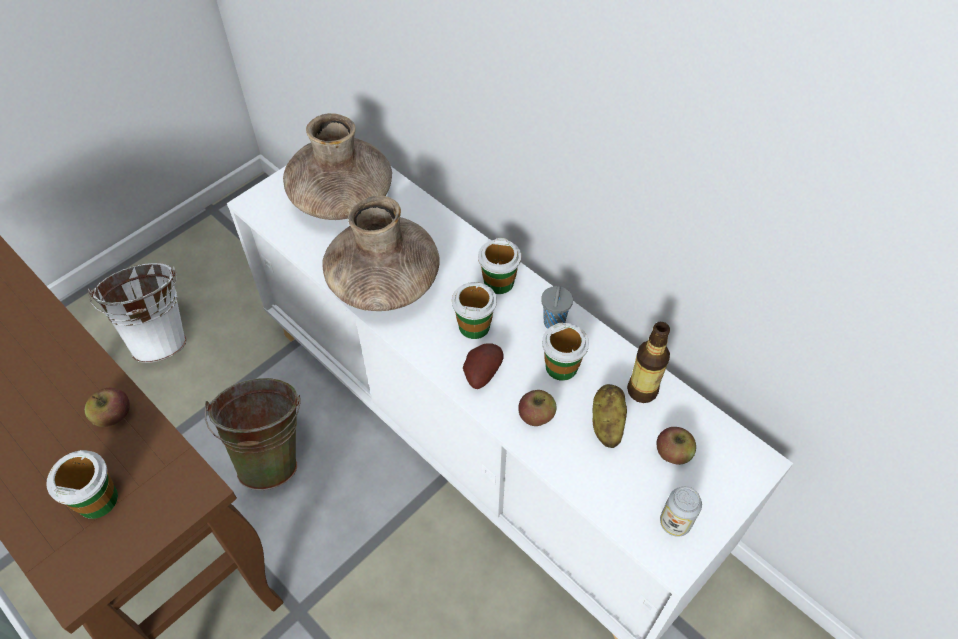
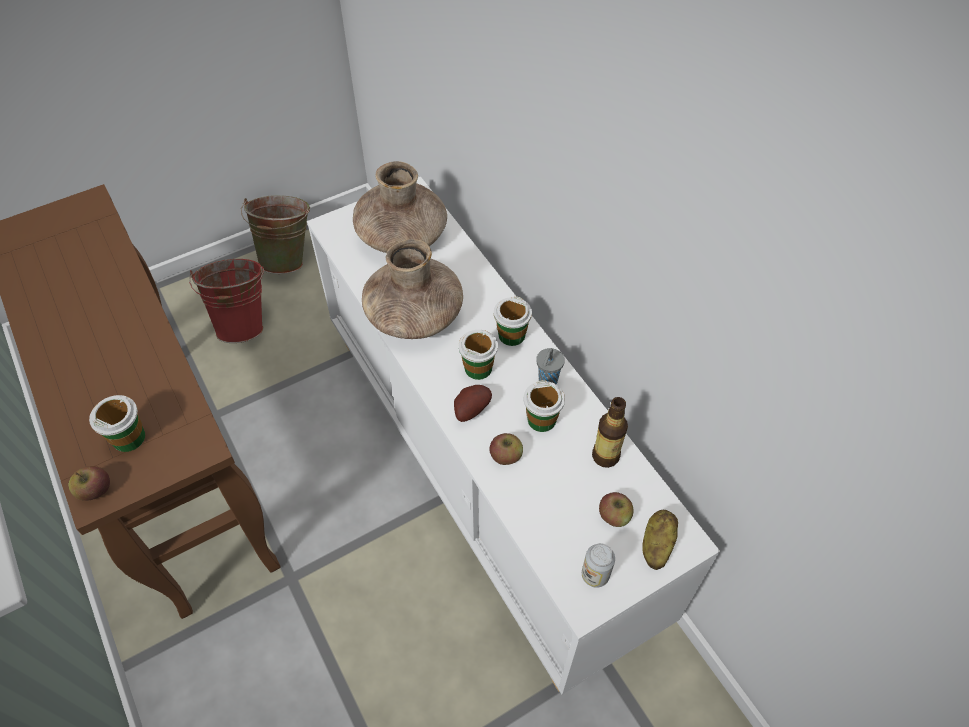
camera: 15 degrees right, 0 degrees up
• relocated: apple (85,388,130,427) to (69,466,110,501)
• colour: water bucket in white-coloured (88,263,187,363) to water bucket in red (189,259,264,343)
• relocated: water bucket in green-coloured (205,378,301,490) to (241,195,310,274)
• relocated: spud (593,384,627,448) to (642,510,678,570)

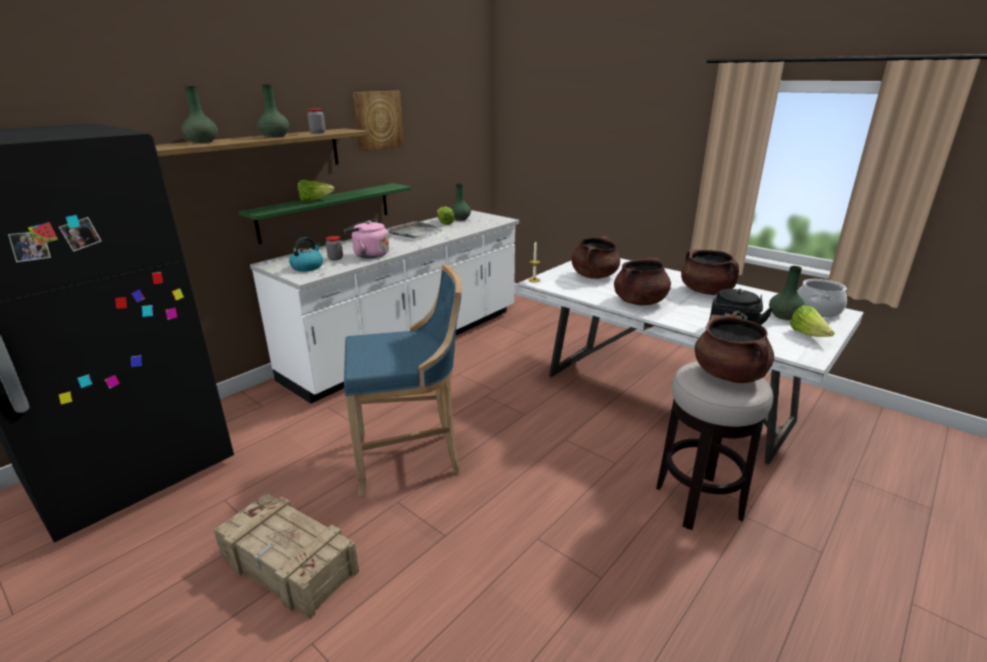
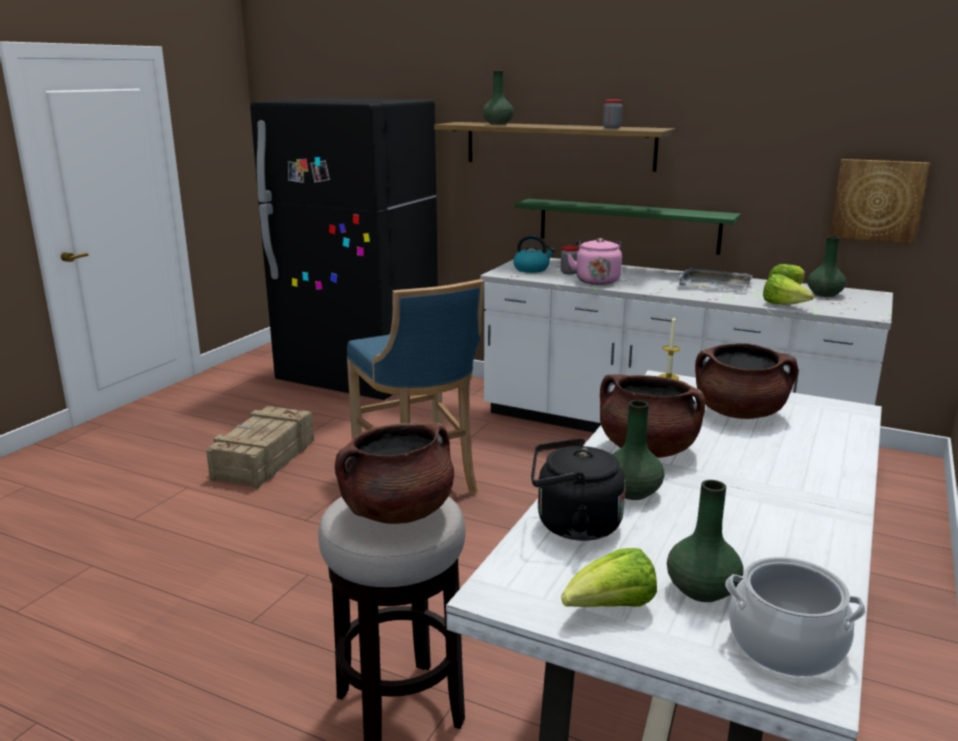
camera: 75 degrees right, 5 degrees down
• relocated: flower vase in green-coloured (257,84,289,137) to (612,400,664,500)
• relocated: lettuce (297,179,334,202) to (763,274,814,305)
• relocated: wall picture (353,91,404,151) to (830,159,930,244)
• missing: saucepot in brown (681,250,739,295)

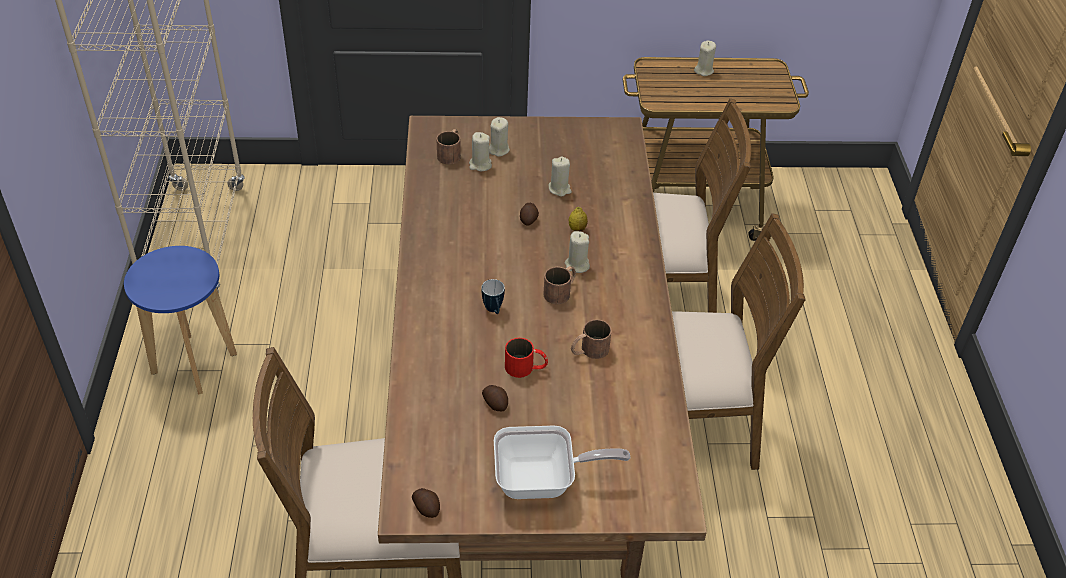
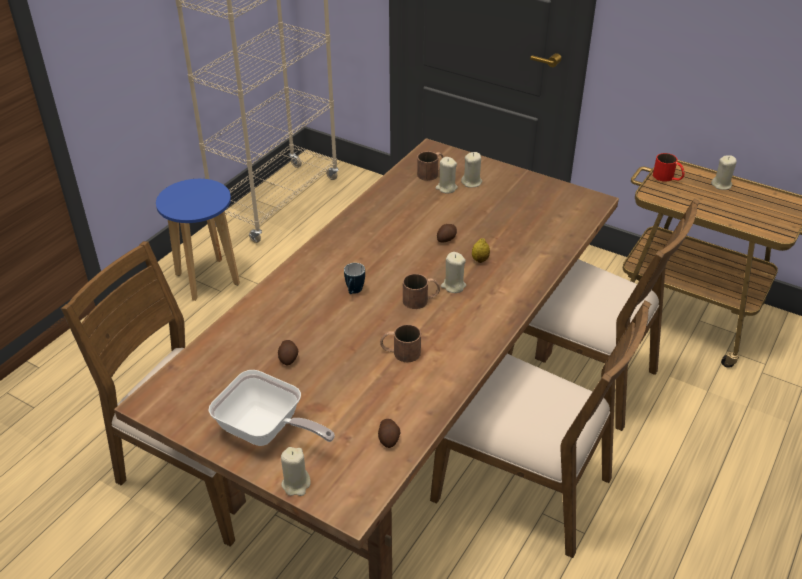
camera: 35 degrees right, 5 degrees down
• relocated: wax light in beige-coloured (549,156,572,197) to (281,447,311,496)
• relocated: spud (412,488,440,518) to (378,419,400,448)
• relocated: tea mug in red (505,338,548,378) to (653,153,685,182)

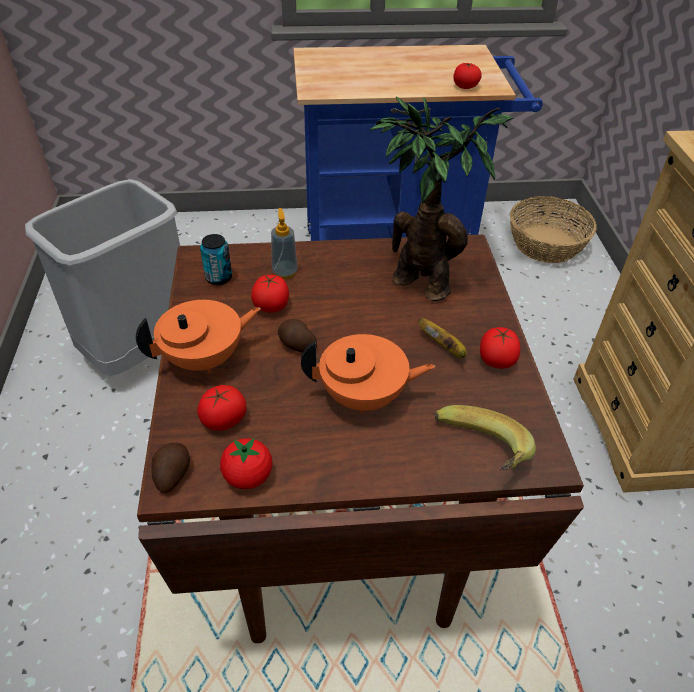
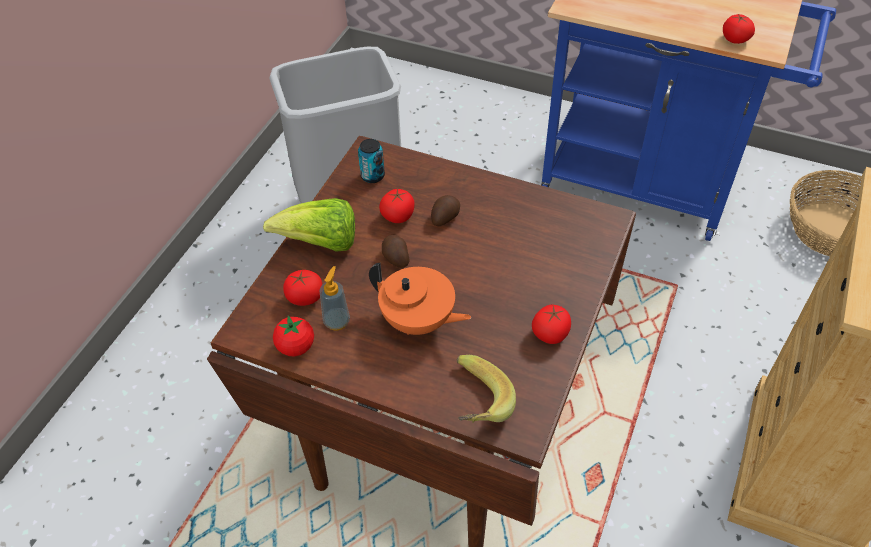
camera: 30 degrees right, 5 degrees up
• exchanged: pot for tea in orange (136,300,261,374) to lettuce (263,198,355,252)
• relocated: soap dispenser (271,208,298,279) to (320,266,350,331)
• relocated: spud (151,443,190,493) to (431,195,460,226)
• missing: plant in a pot (370,96,513,301)
• missing: banana fruit (418,318,467,358)

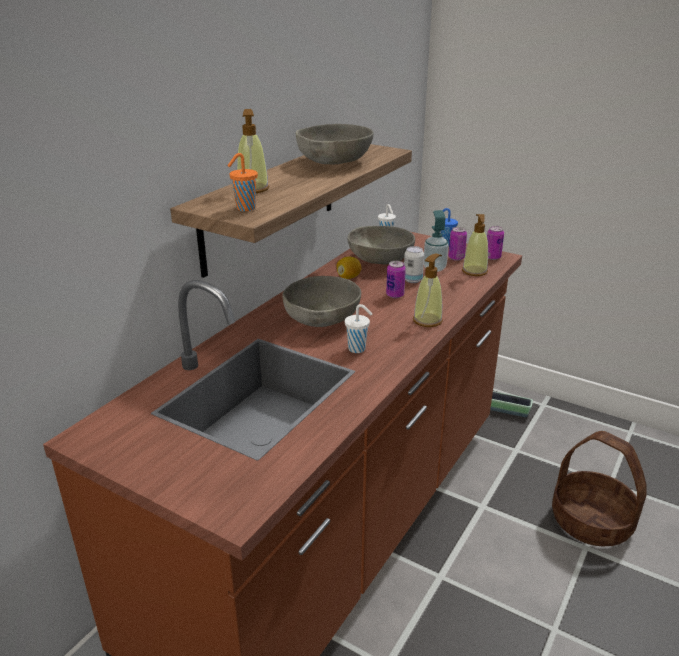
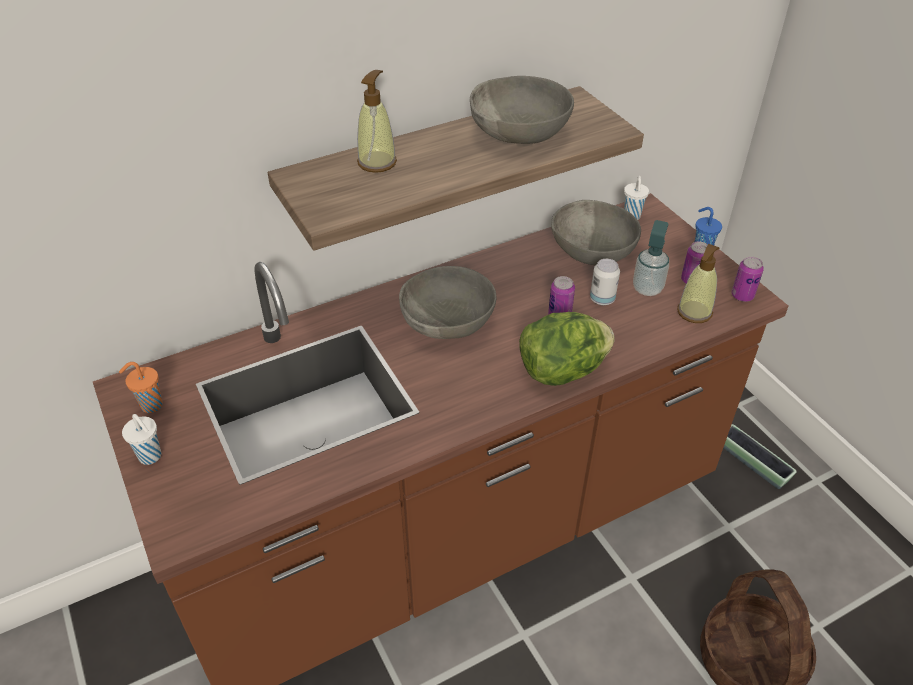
camera: 30 degrees right, 15 degrees up
• relocated: small cup in orange (228,153,258,211) to (119,362,163,413)
• relocated: small cup in white-coloured (345,304,372,353) to (122,414,161,465)
• exchanged: soap dispenser (413,254,443,327) to lettuce (519,312,615,386)
• missing: whole lemon (336,257,361,279)

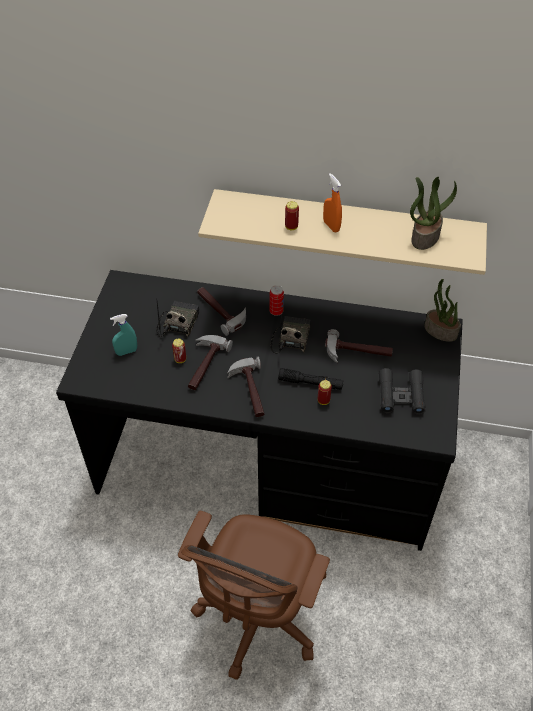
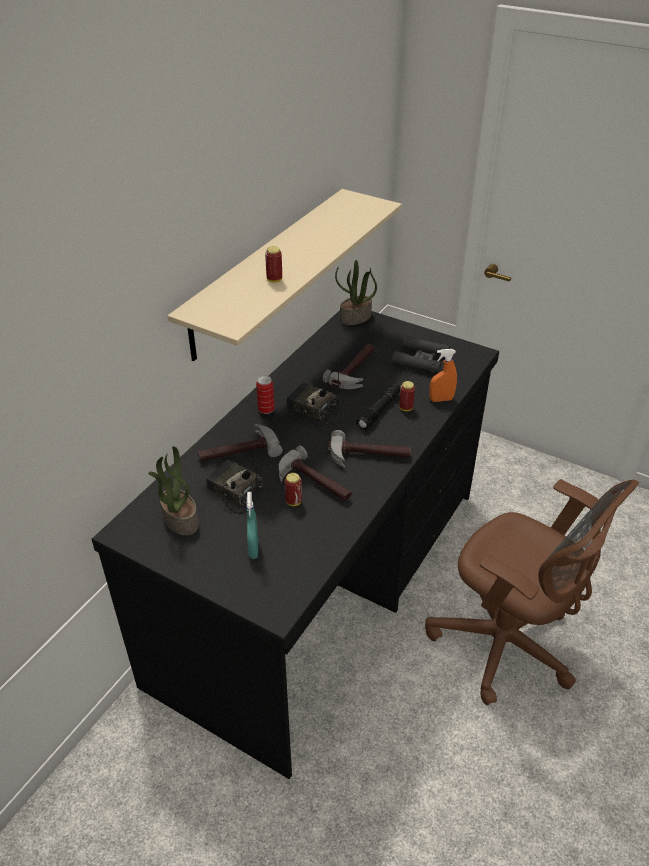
camera: 70 degrees left, 10 degrees down
• relocated: plant in a pot (410,177,457,250) to (148,446,199,536)
• relocated: spray bottle in orange (323,173,342,232) to (429,349,457,402)

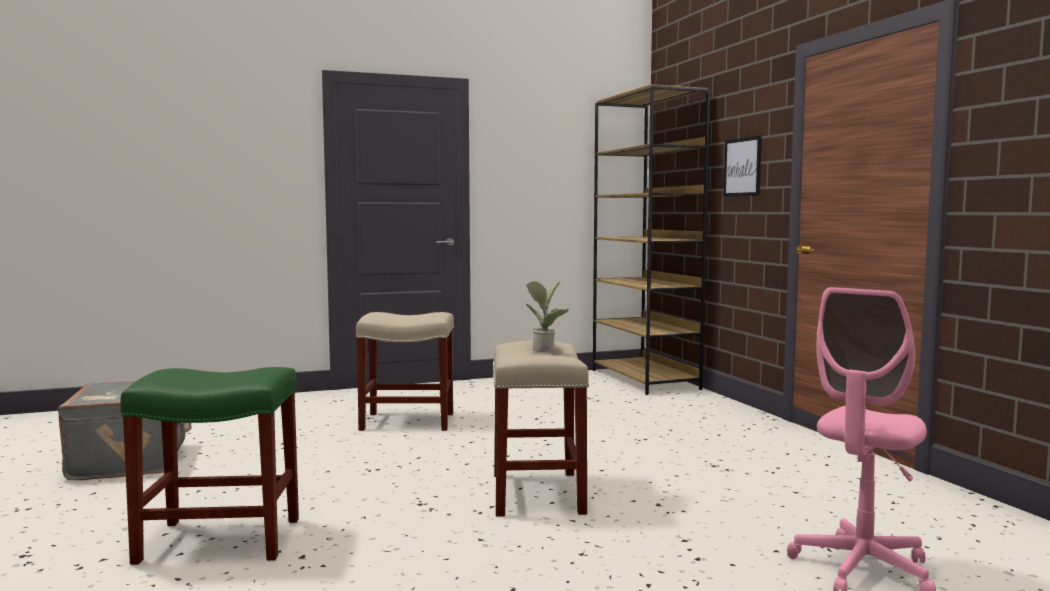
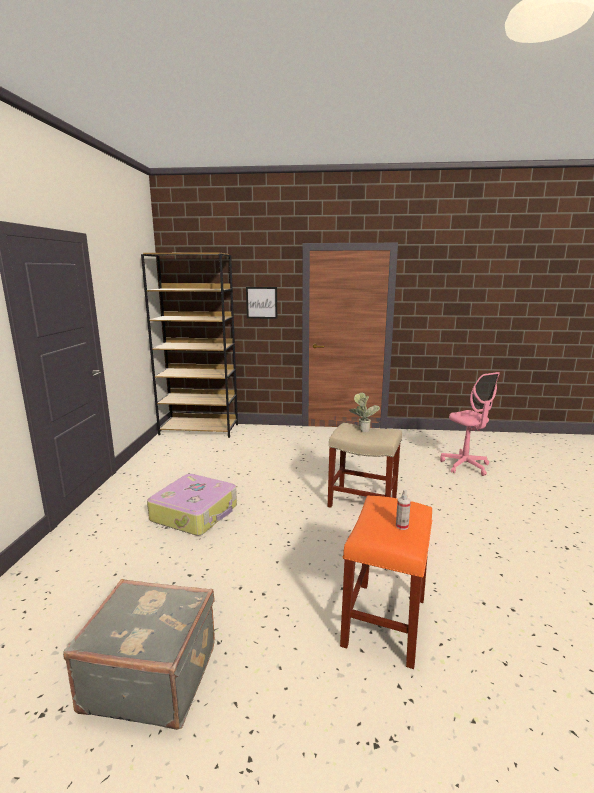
camera: 65 degrees left, 10 degrees up
• exchanged: stool in beige-coloured (356,312,454,431) to piece of luggage (147,474,237,536)
• colour: stool in green-coloured (120,367,299,565) to stool in orange (340,496,432,669)
• appeared: spray bottle (396,489,411,530)

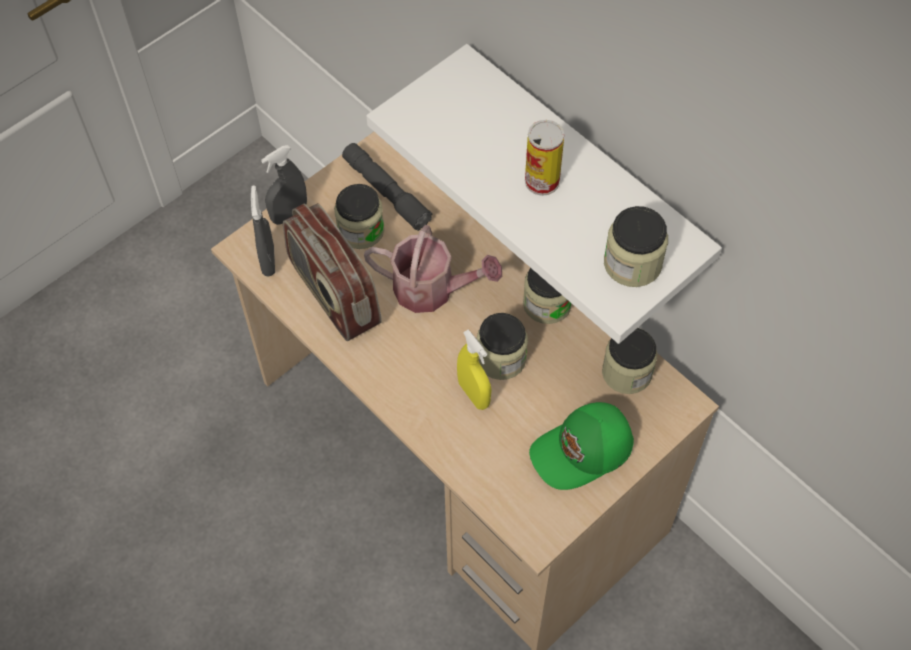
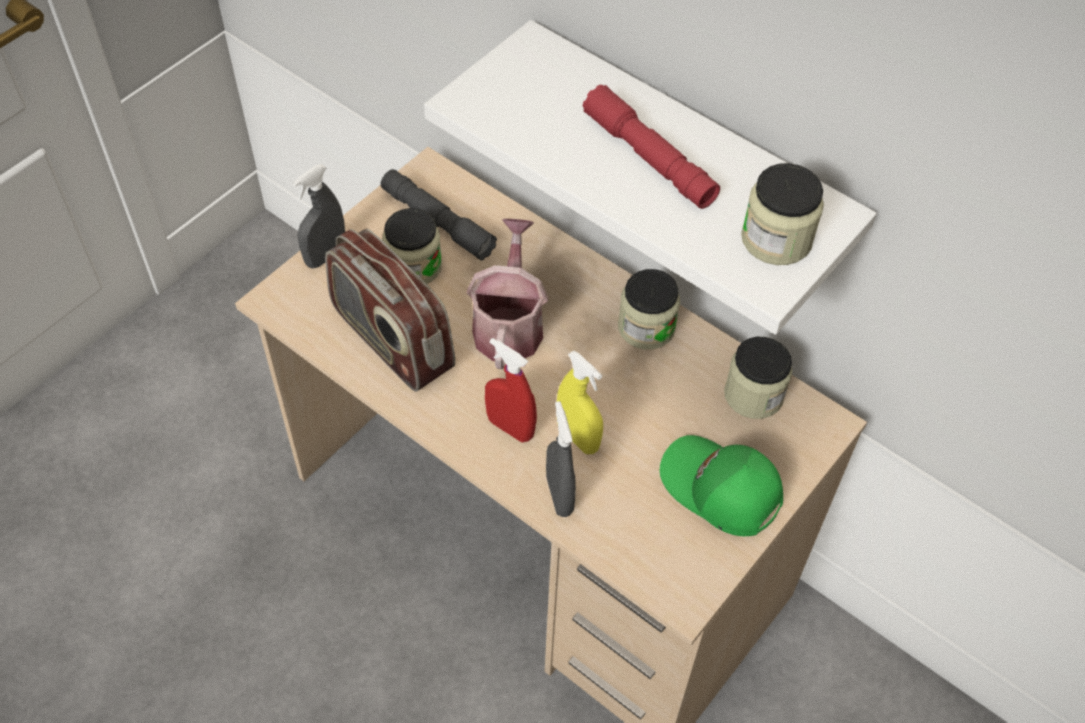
camera: 10 degrees left, 5 degrees down
• spun: sprinkling can (364,225,502,313) = (467,219,548,369) 90 degrees counterclockwise
• appeared: spray bottle in red (485,338,537,442)
• relocated: spray bottle in gray (251,185,275,276) to (546,401,576,517)
• exchanged: can (525,120,564,196) to hand torch in red (583,85,720,209)
• spun: peaked cap in green-coloured (529,402,634,490) = (660,435,783,536) 75 degrees clockwise
• missing: jar (477,313,528,380)

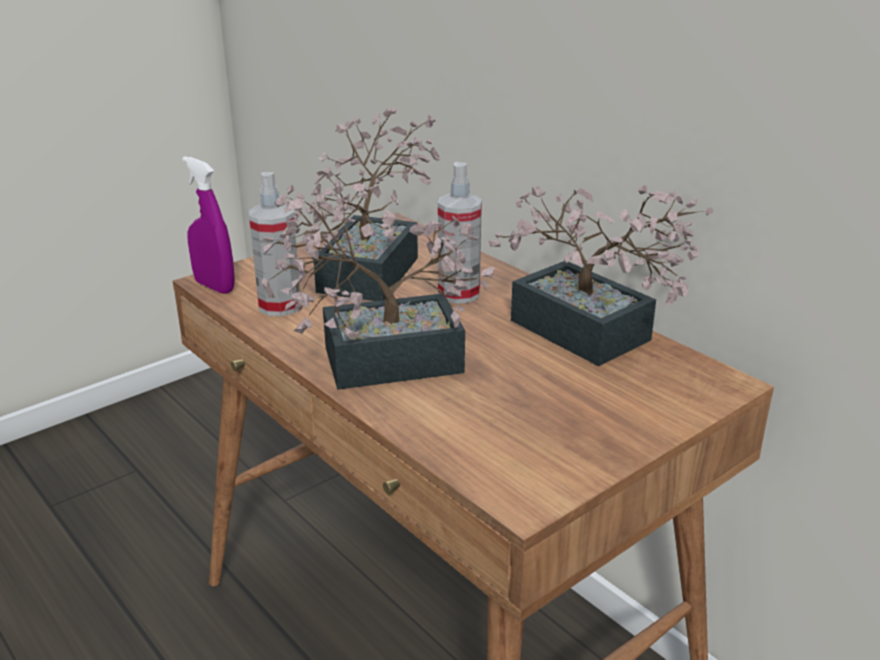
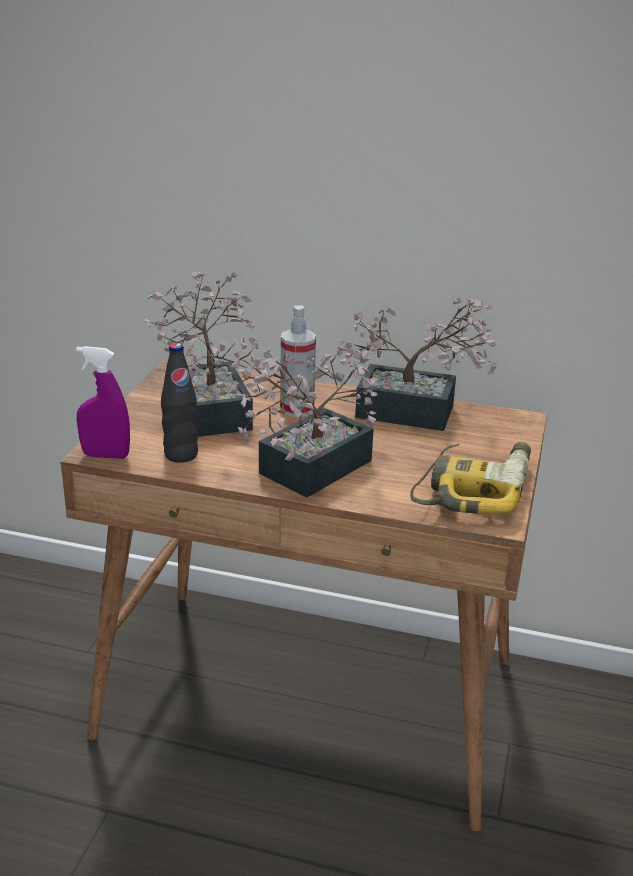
camera: 35 degrees left, 0 degrees up
• exchanged: spray bottle (249,172,300,316) to bottle in blackish (161,343,198,463)
• appeared: electric drill (410,442,531,514)

